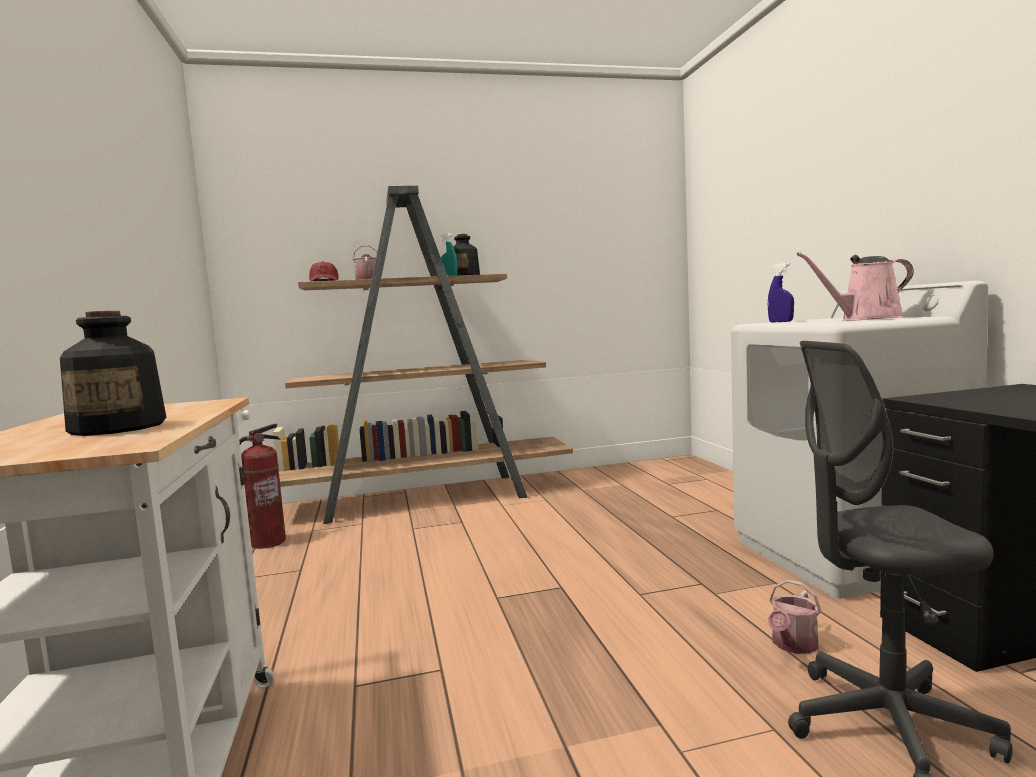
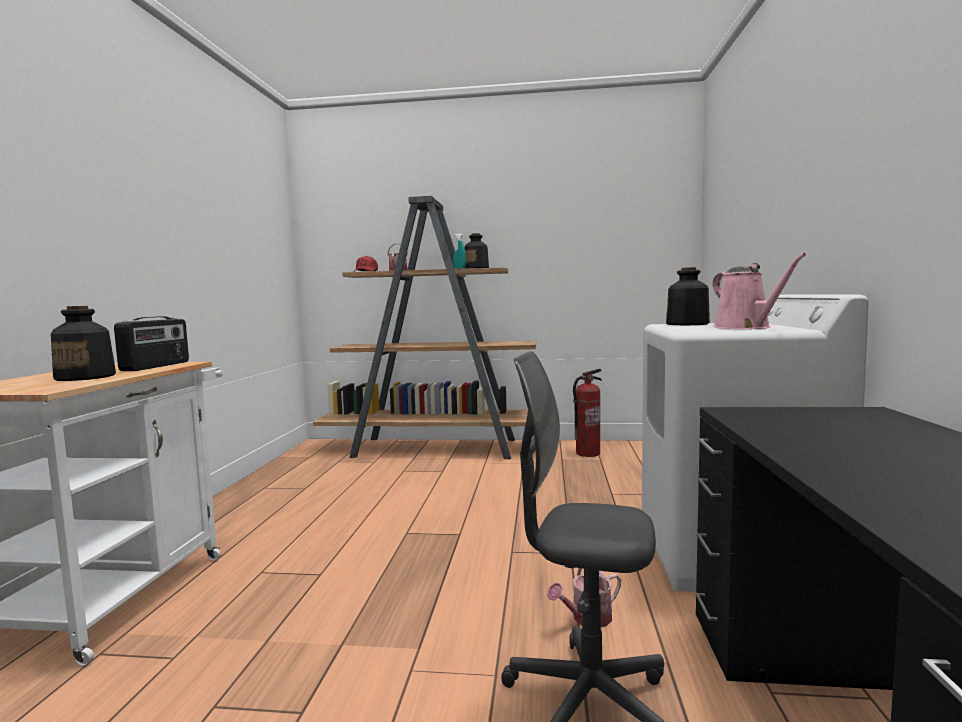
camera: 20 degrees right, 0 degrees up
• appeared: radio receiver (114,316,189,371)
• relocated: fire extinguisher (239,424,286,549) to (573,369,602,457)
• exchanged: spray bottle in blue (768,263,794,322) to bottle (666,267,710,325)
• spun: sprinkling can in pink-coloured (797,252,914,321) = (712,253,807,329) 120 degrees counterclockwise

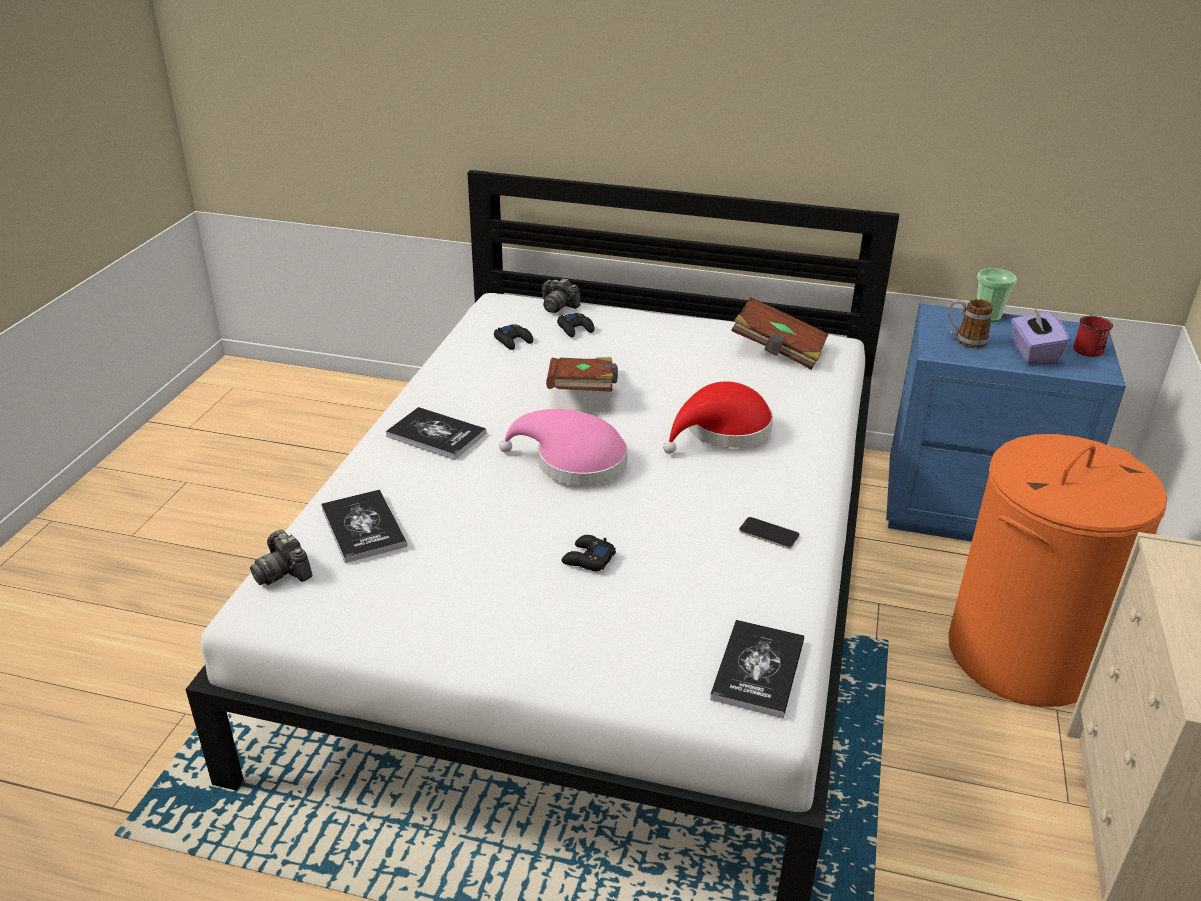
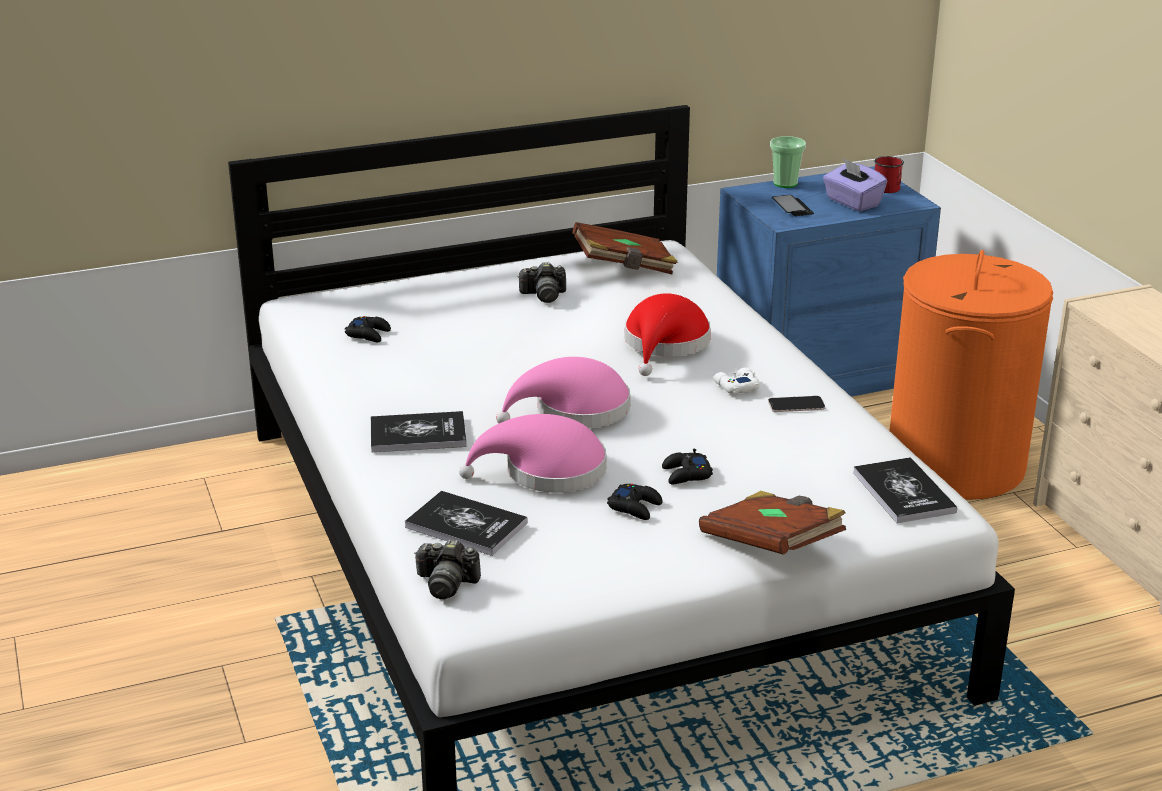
camera: 35 degrees left, 5 degrees down
• appeared: hat in pink-coloured (459,414,607,493)
• relocated: photo camera (542,278,580,313) to (517,262,566,303)
• relocated: game controller in blackish (557,313,594,337) to (607,484,662,520)
• relocated: volume in brown (546,357,618,391) to (699,491,846,555)
• appeared: game controller in white-coloured (713,368,760,394)
• exchanged: tea mug (948,299,993,348) to telephone (772,195,814,216)

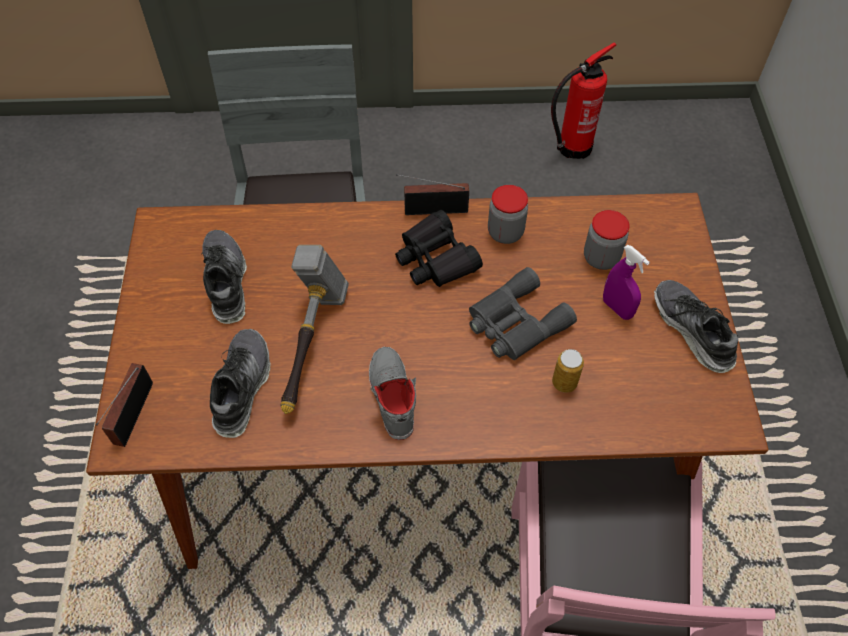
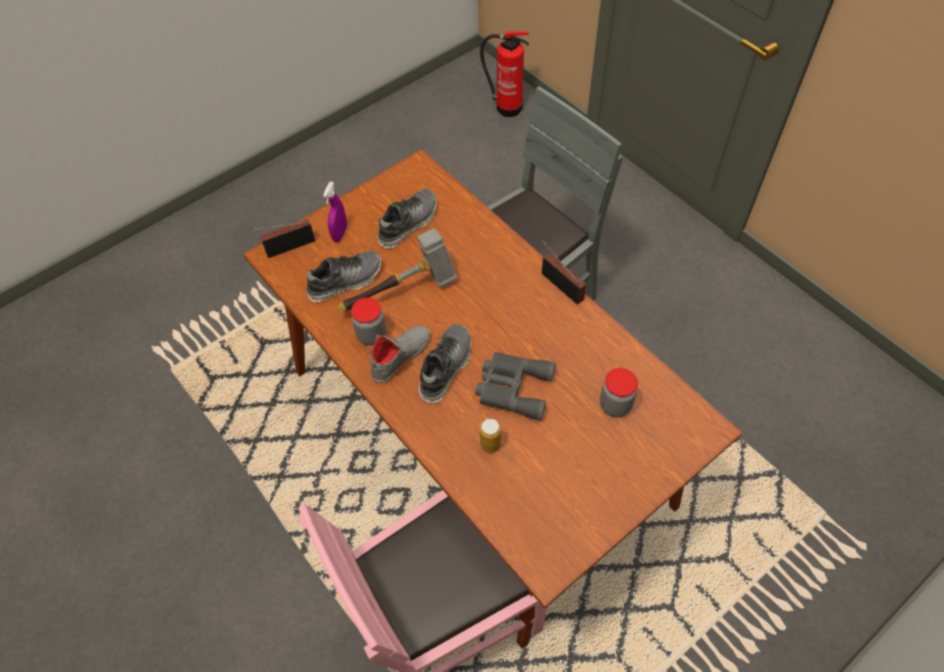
camera: 55 degrees right, 0 degrees up
• relocated: spray bottle in purplish (603,245,650,320) to (323,182,347,242)
• relocated: jar (488,185,528,244) to (351,298,387,345)
• relocated: shoe (654,280,738,373) to (419,324,471,403)
• relocated: fire extinguisher (551,43,616,159) to (480,31,529,117)
• missing: binoculars in blackish (395,210,483,287)

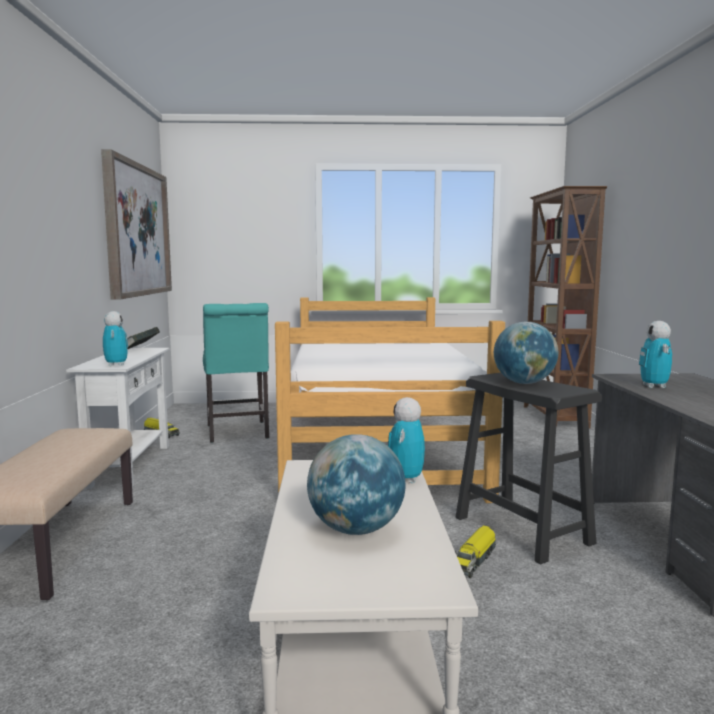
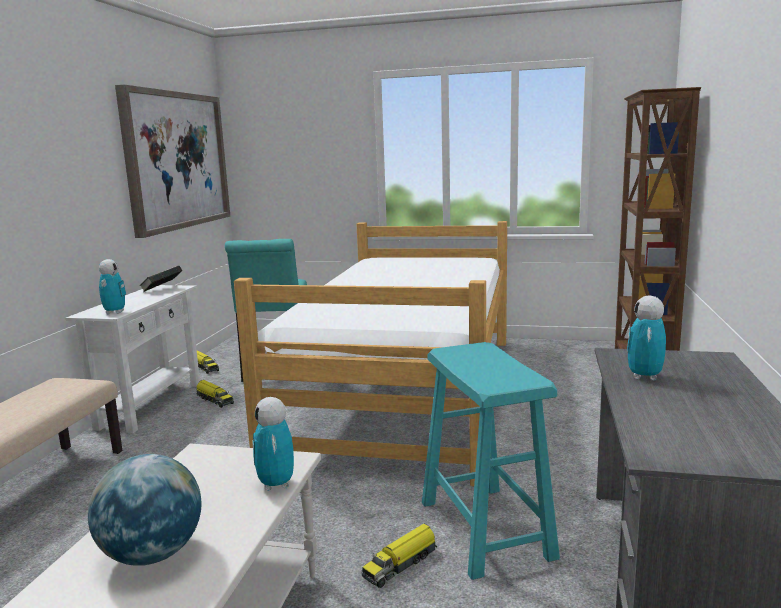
camera: 15 degrees right, 5 degrees up
• appeared: model truck (196,380,234,408)
• spun: model robot (388,397,425,484) = (252,397,294,491) 45 degrees counterclockwise
• colour: stool in blackish (456,373,602,565) to stool in blue-green (422,342,560,580)
• missing: desk globe (494,322,558,384)

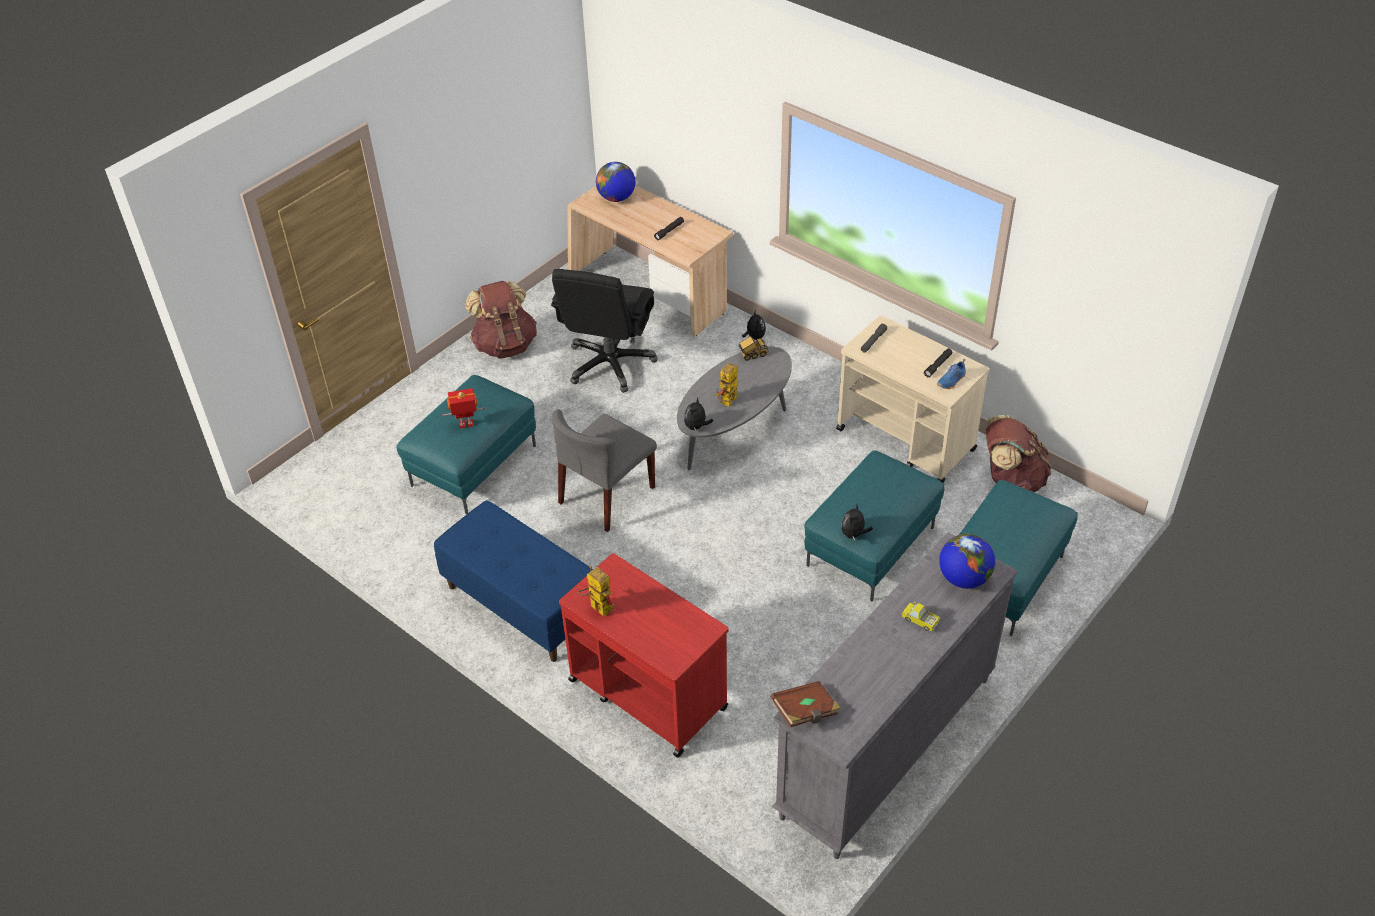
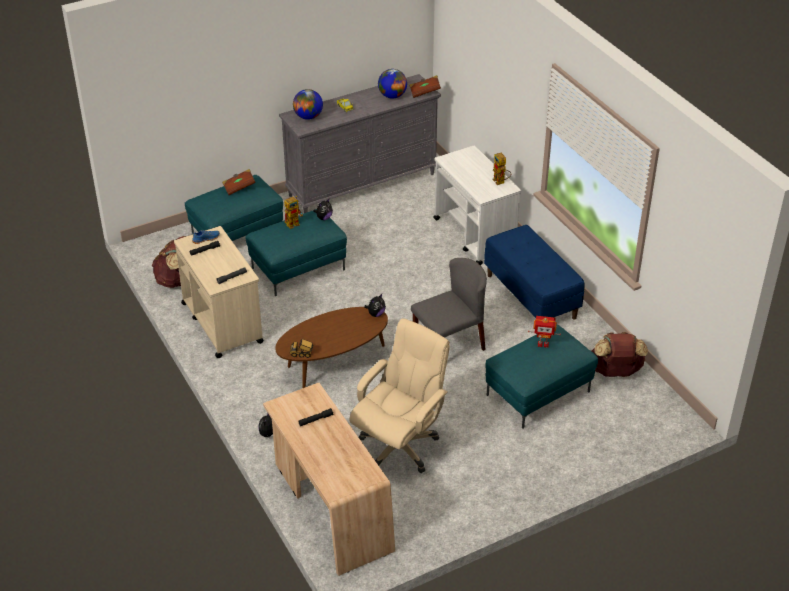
camera: 160 degrees left, 5 degrees down
• appeared: volume in brown (222,169,256,195)
• colour: lounge table in gray (677,346,792,470) to lounge table in brown (275,307,388,388)
• relocated: model robot (715,363,737,406) to (284,196,303,229)
• colour: desk chair in blackish (551,269,658,393) to desk chair in beige-coloured (349,319,450,473)
• relocated: desk globe (596,162,635,202) to (378,69,407,99)
• colour: trolley in red (559,553,728,757) to trolley in white-coloured (433,146,521,265)
• relocated: backpack in brown (465,281,537,359) to (591,332,648,377)

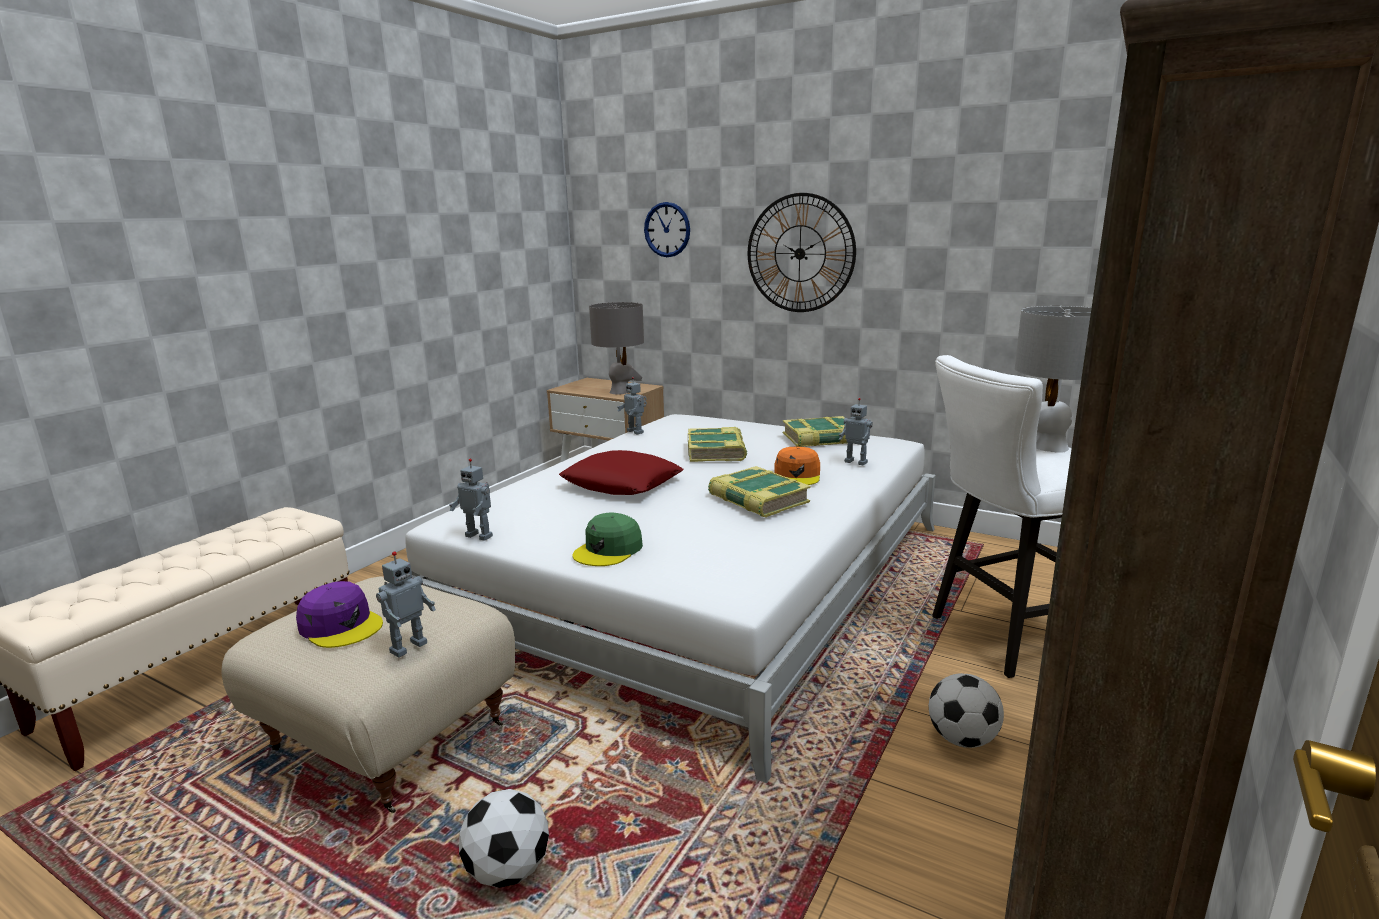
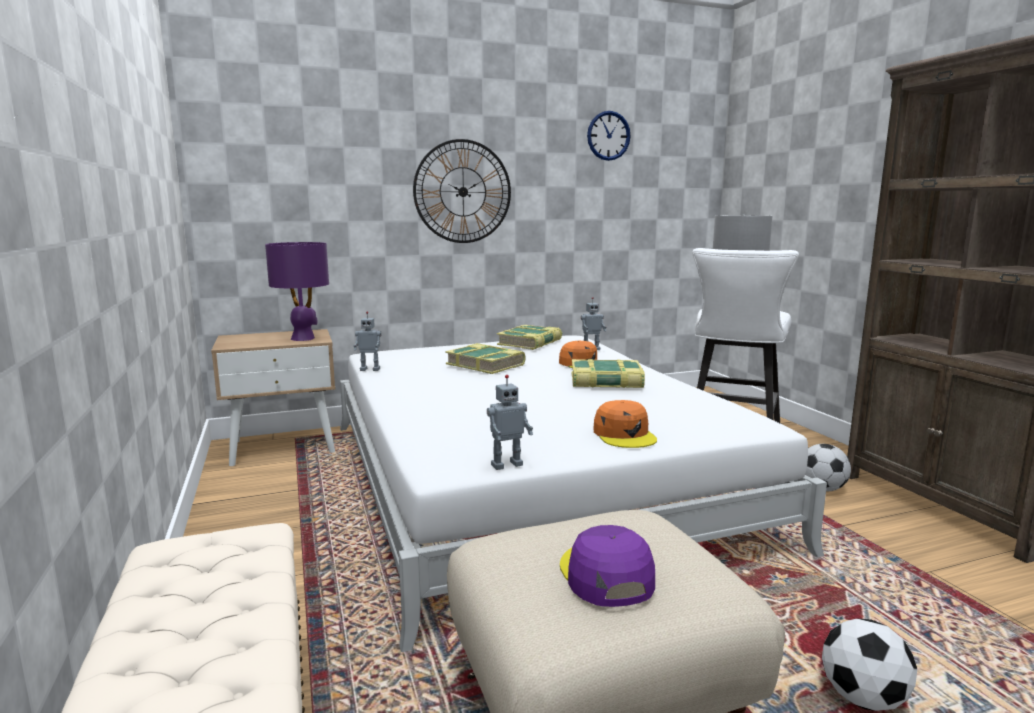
camera: 50 degrees left, 5 degrees down
• colour: tabletop lamp in gray (589,302,644,395) to tabletop lamp in purplish (265,242,329,341)
• spun: peaked cap in purplish (296,581,383,648) = (560,525,655,607) 90 degrees counterclockwise
• relocated: clock on the wall (644,202,690,257) to (587,111,631,161)
• colour: peaked cap in green-coloured (572,512,643,566) to peaked cap in orange (593,400,657,448)
• missing: model robot (376,551,436,657)
• missing: cushion in red (559,450,683,495)

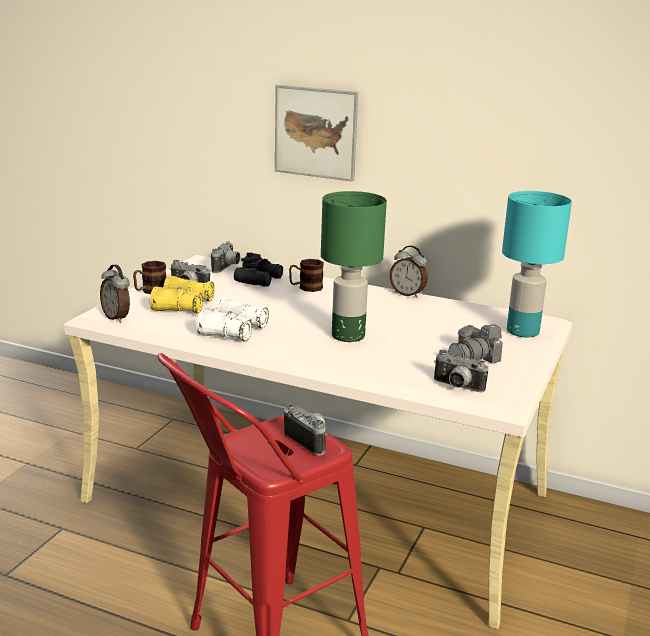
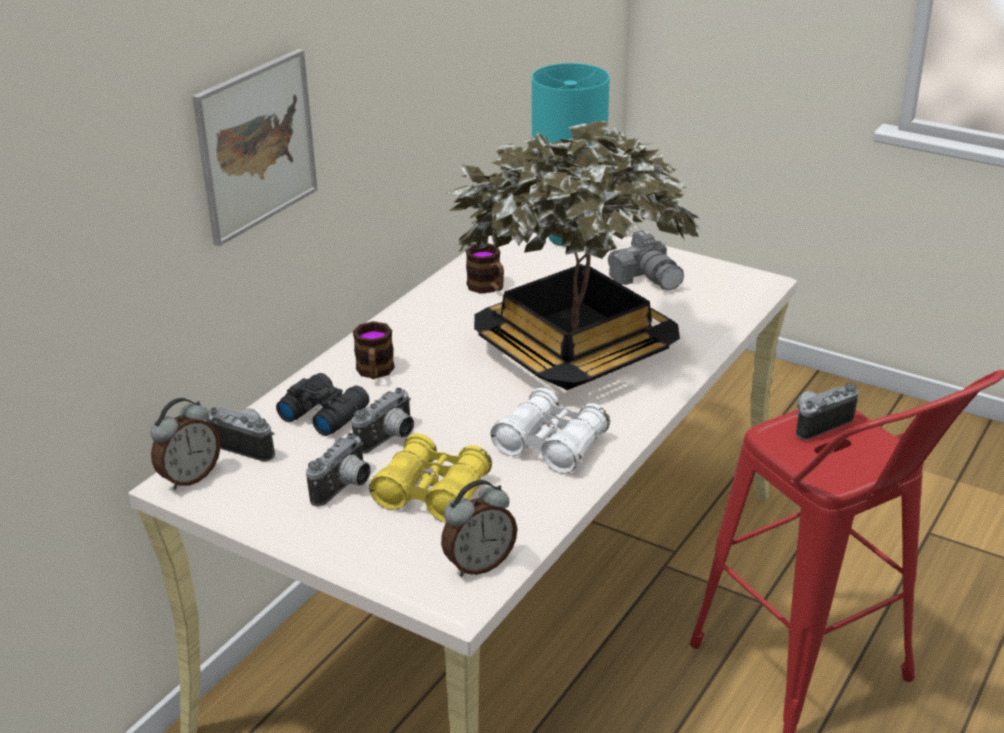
camera: 80 degrees left, 10 degrees up
• relocated: table clock (390,246,428,298) to (150,398,221,490)
• relocated: photo camera (434,350,488,392) to (352,388,414,454)
• exchanged: tabletop lamp in green-coloured (321,191,387,342) to plant in a pot (444,121,701,390)
• relocated: tea mug (133,261,166,294) to (466,243,504,294)

